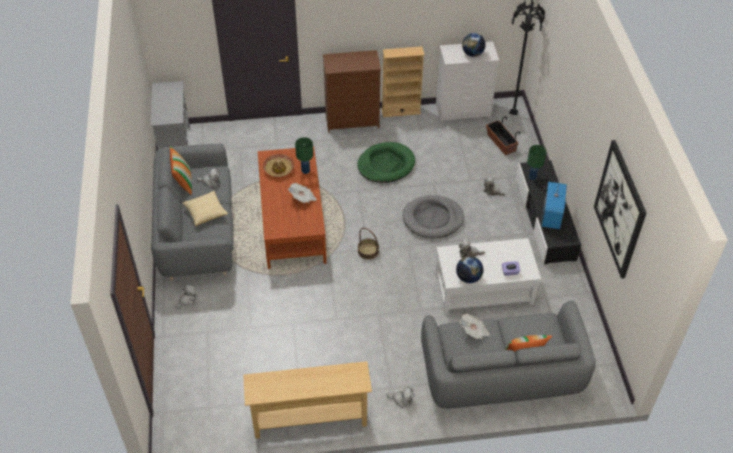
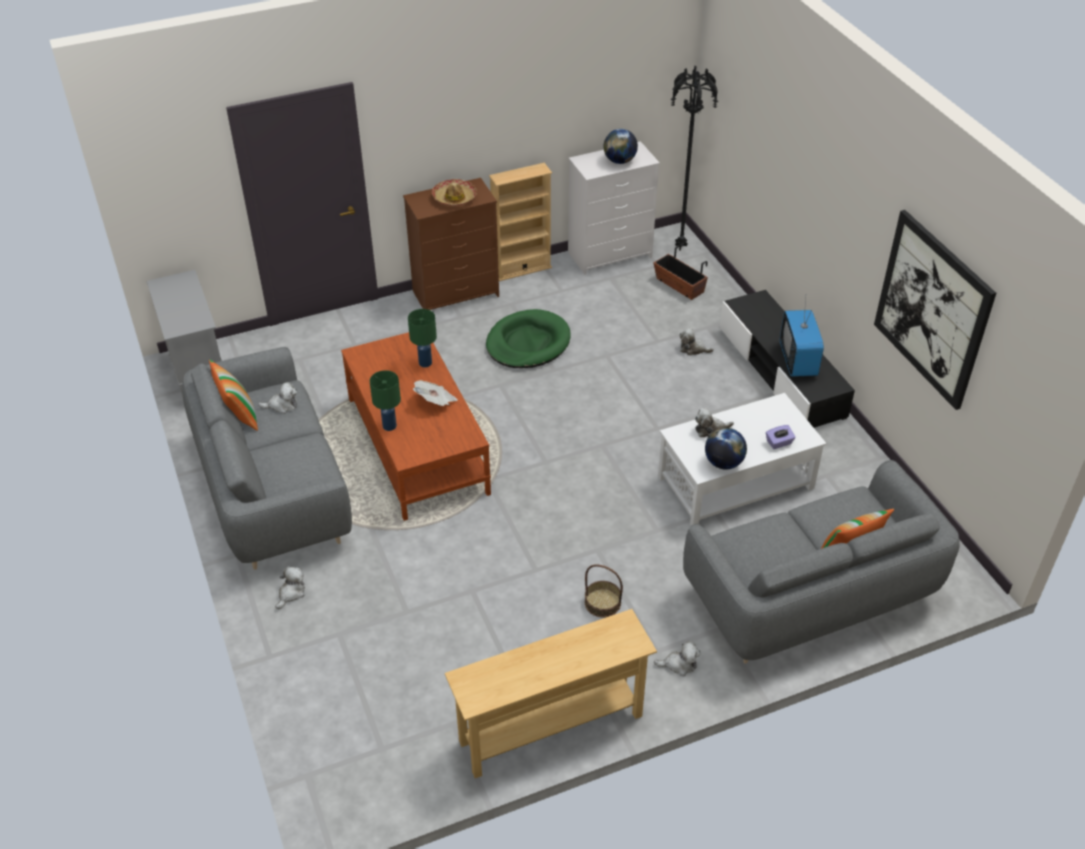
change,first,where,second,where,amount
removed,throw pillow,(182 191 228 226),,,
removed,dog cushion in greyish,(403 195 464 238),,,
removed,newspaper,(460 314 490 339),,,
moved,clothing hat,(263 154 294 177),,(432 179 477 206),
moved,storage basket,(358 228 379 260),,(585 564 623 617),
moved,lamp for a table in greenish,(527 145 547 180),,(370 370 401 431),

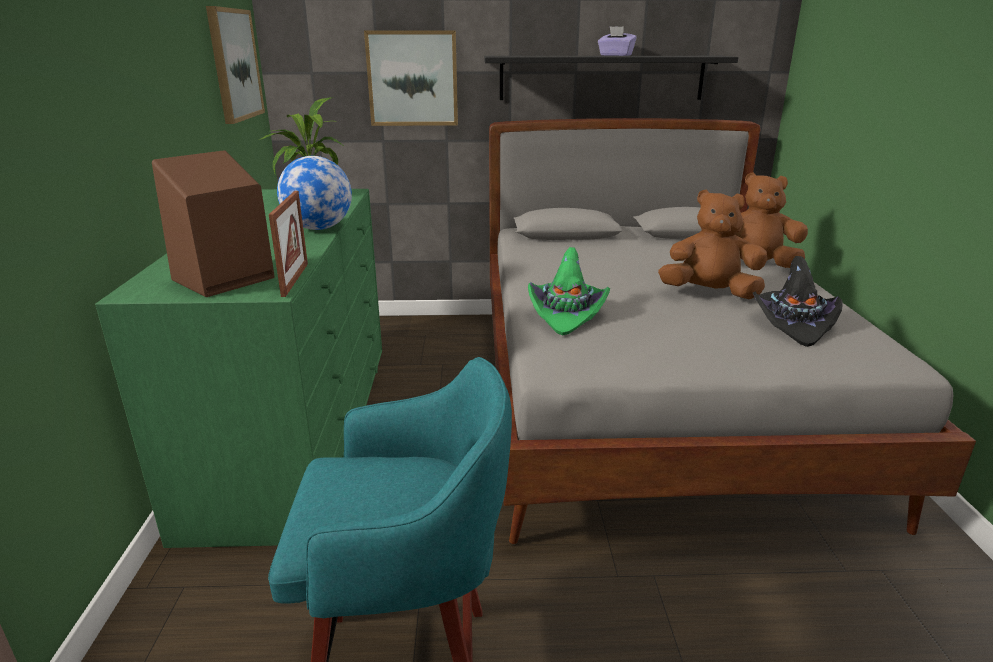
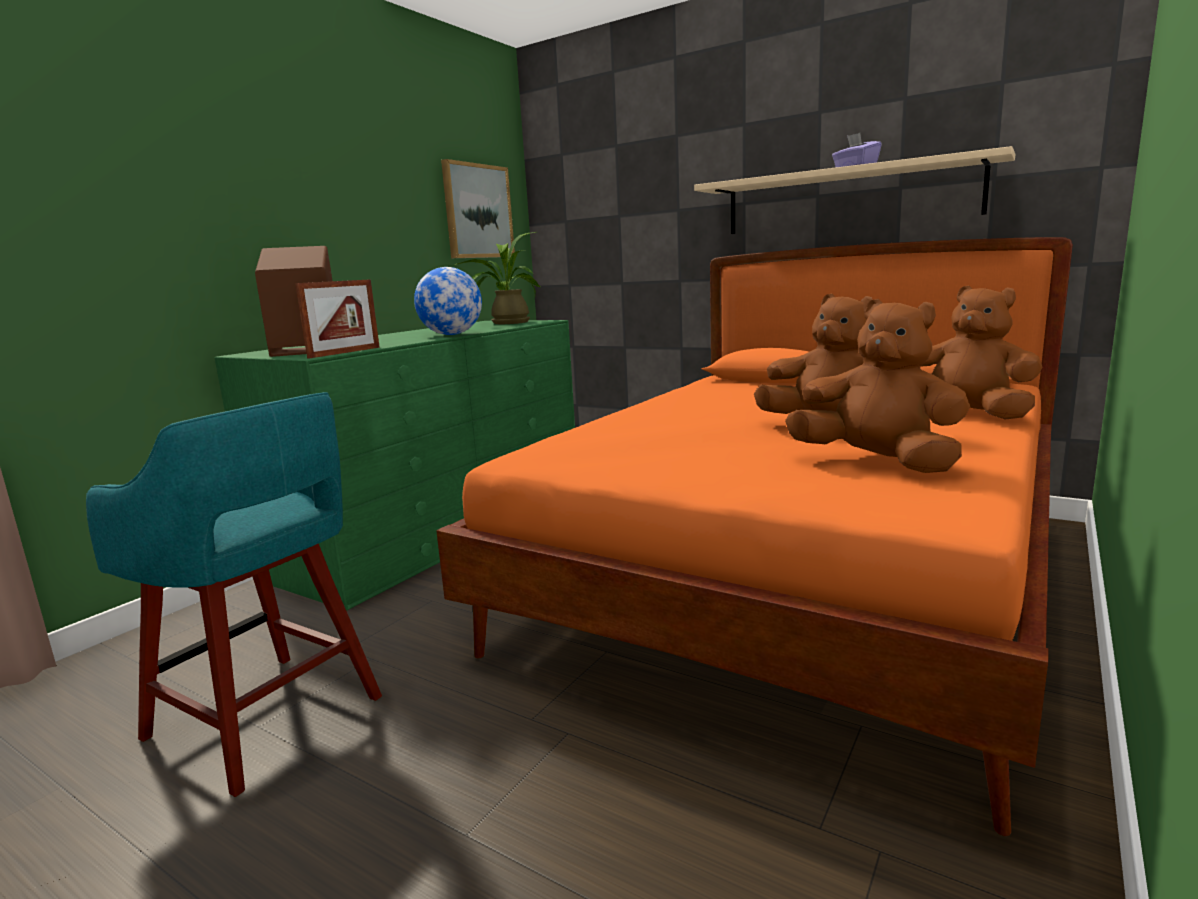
change,first,where,second,where,amount
removed,picture,(364 30 458 126),,,
removed,clothing hat in greenish,(528 247 610 336),,,
replaced,clothing hat in black-coloured,(753 256 843 347),plush toy in brownish,(785 299 970 473),
recoloured,wall shelf in black-coloured,(484 56 738 100),wall shelf in beige-coloured,(694 146 1015 234),
recoloured,sleeping bed in greyish,(489 118 976 544),sleeping bed in orange-coloured,(436 237 1073 836),

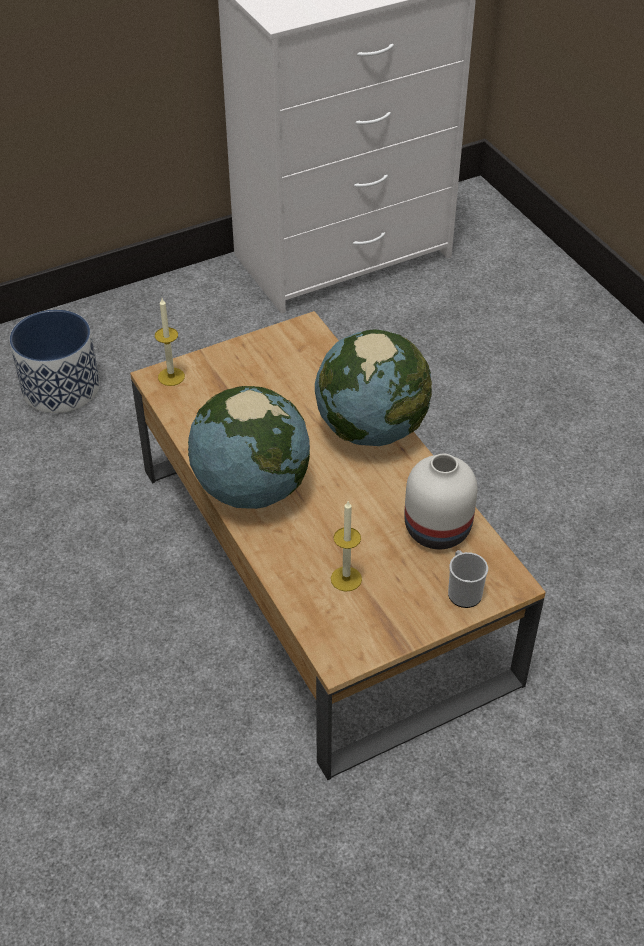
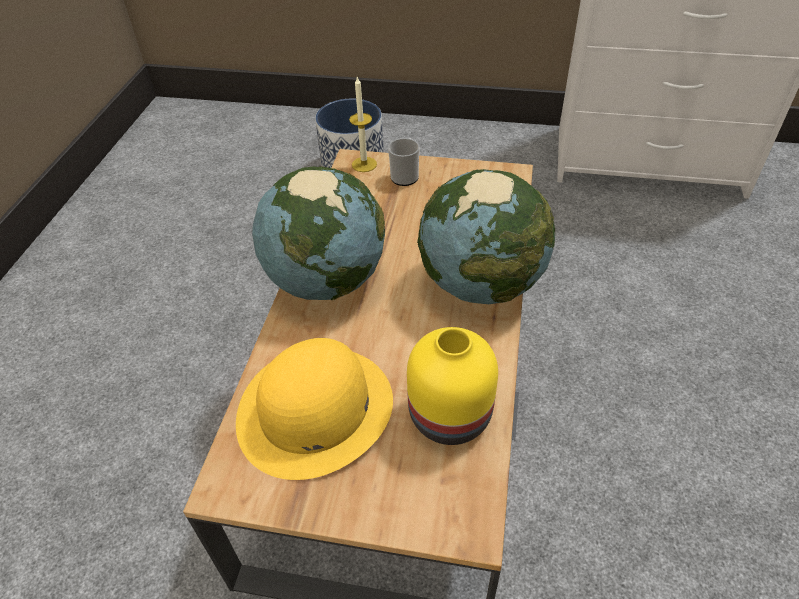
change,first,where,second,where,amount
moved,tea mug,(448 550 488 608),,(388 138 420 186),
replaced,wax candle,(331 501 362 592),clothing hat in yellow,(236 338 393 480),
recoloured,vase in whitish,(404 454 477 549),vase in yellow,(407 327 498 445),

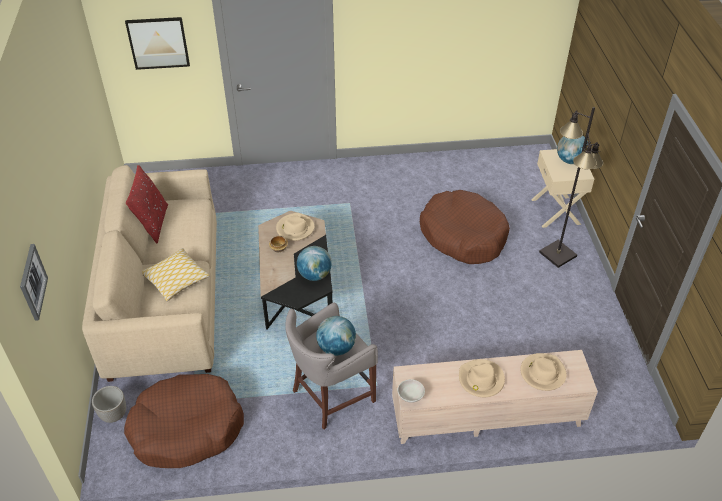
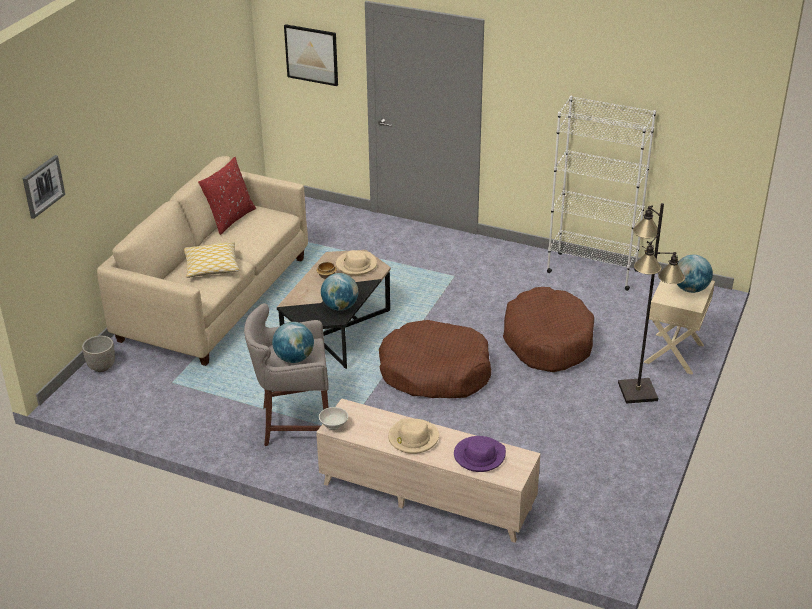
change,first,where,second,where,amount
added,,,bookshelf in whitish,(547 96 656 291),
moved,dog cushion in brownish,(124 374 244 468),,(379 320 491 398),
recoloured,clothing hat in beige-coloured,(521 353 566 391),clothing hat in purplish,(454 436 506 472),

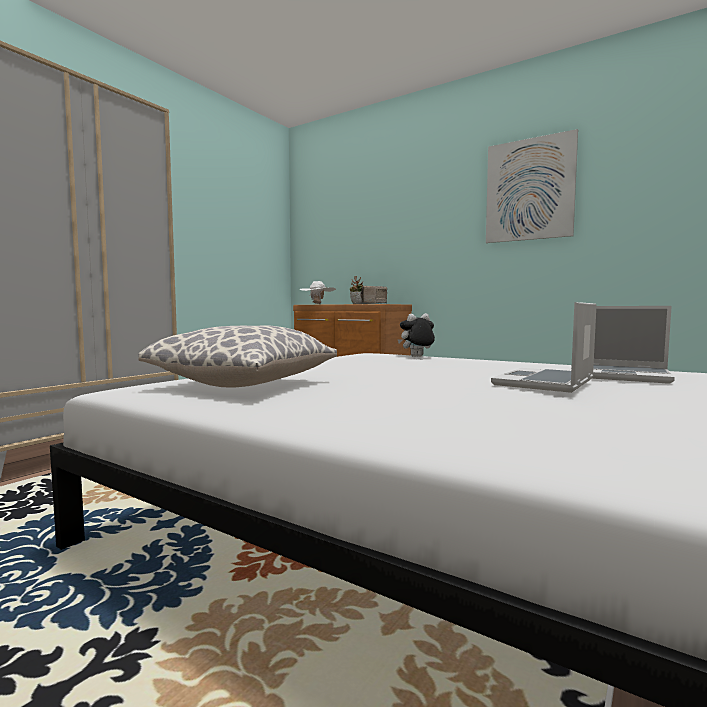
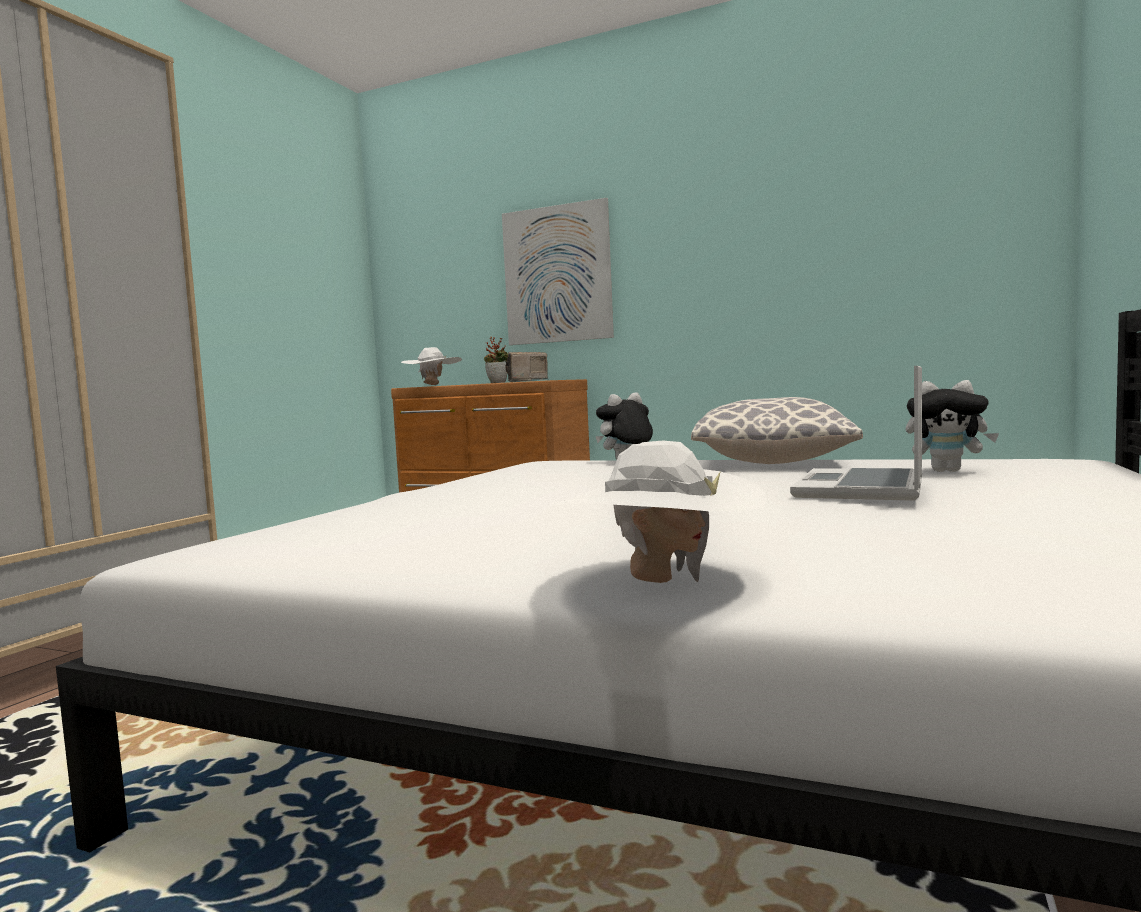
change,first,where,second,where,amount
added,,,clothing hat in whitish,(551 441 767 583),
moved,throw pillow,(138 326 337 388),,(691 397 863 464),
moved,picture,(486 129 578 243),,(502 198 614 345),
replaced,notebook computer,(568 306 675 384),plush toy,(906 380 999 472),

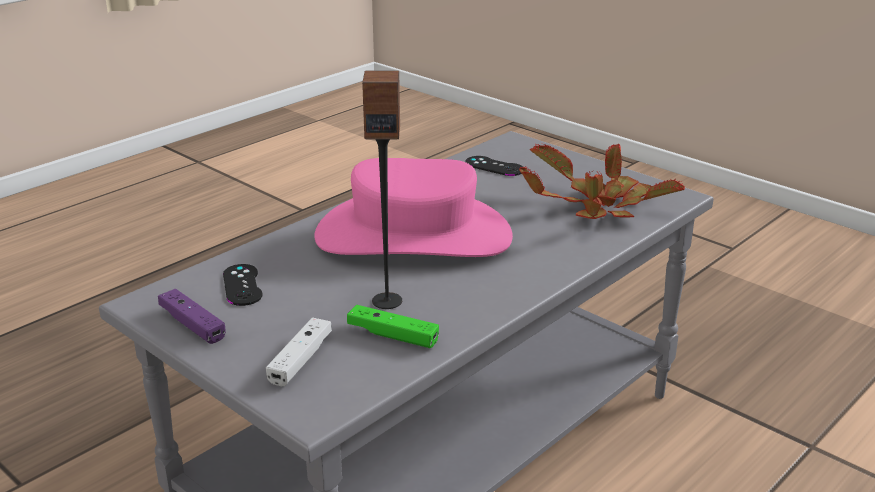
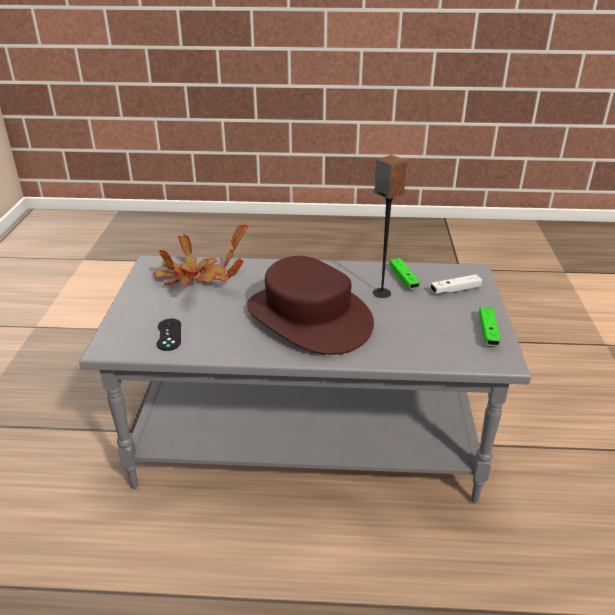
change,first,where,second,where,amount
removed,gamepad in black-coloured,(223 264 263 306),,,
recoloured,gamepad in purplish,(158 289 226 344),gamepad in greenish,(479 307 501 346),
recoloured,clothing hat in pink-coloured,(314 158 513 257),clothing hat in brownish,(247 256 374 355),

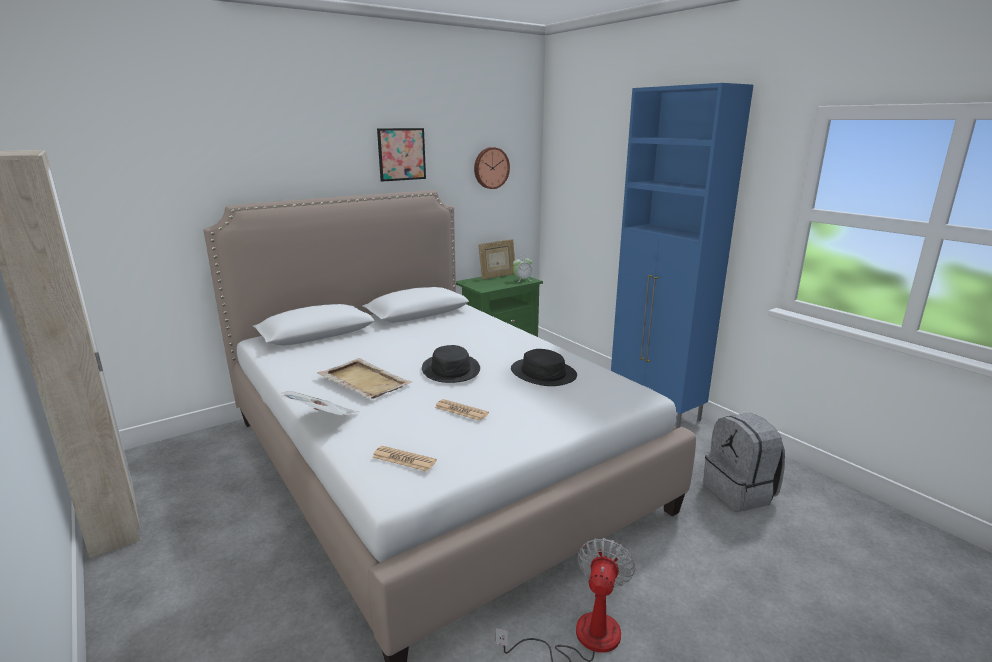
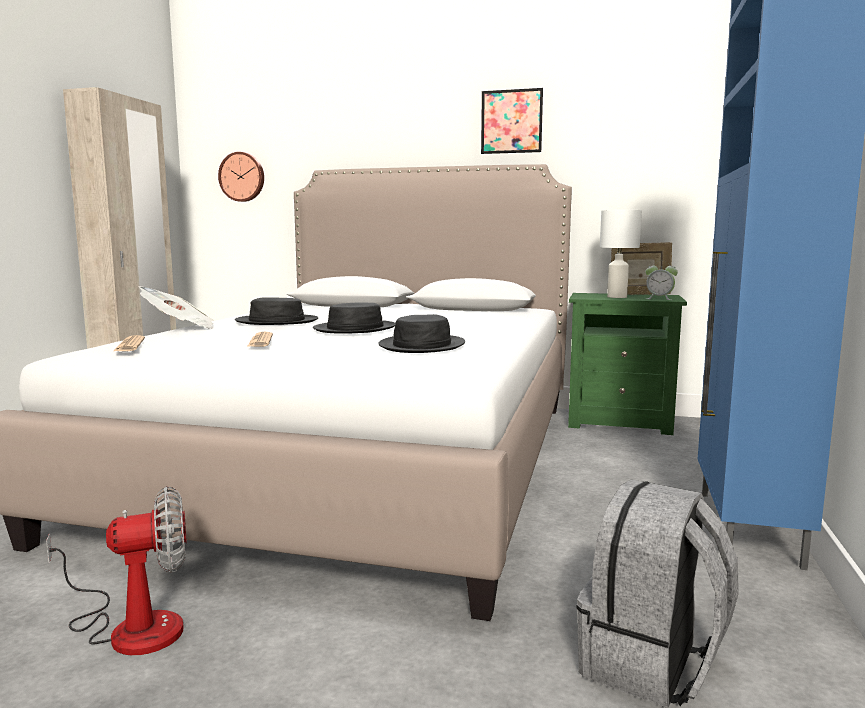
change,first,where,second,where,amount
added,,,lamp for a table in whitish,(600 210 642 298),
moved,hanging clock,(474 147 510 189),,(218 152 264 202),
replaced,tray in beige-coloured,(317 358 413 399),clothing hat in black-coloured,(235 297 318 325),

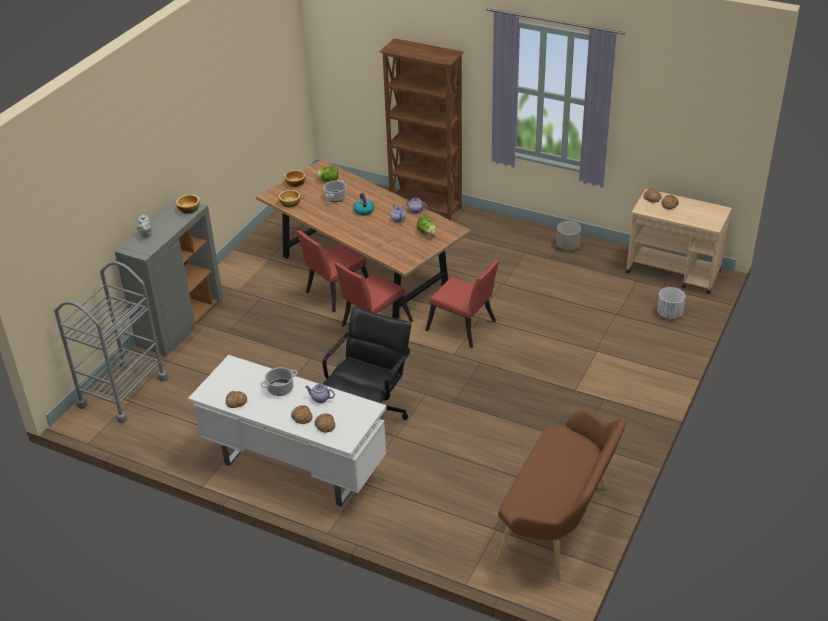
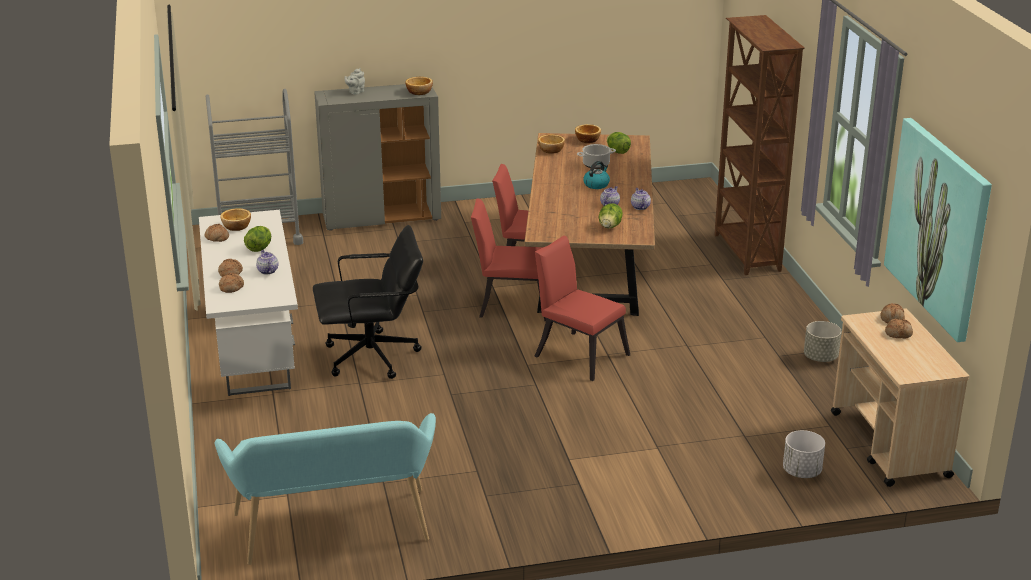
change,first,where,second,where,amount
added,,,deep dish,(220 208 251 231),
added,,,picture,(884 118 992 342),
replaced,cooking pot,(260 367 298 396),lettuce head,(244 226 271 252),
recoloured,long seat in brownish,(495 408 627 582),long seat in blue-green,(215 413 436 565),
turned,upright chair in reddish,(425 260 499 348),,(534 235 630 381),135 degrees clockwise

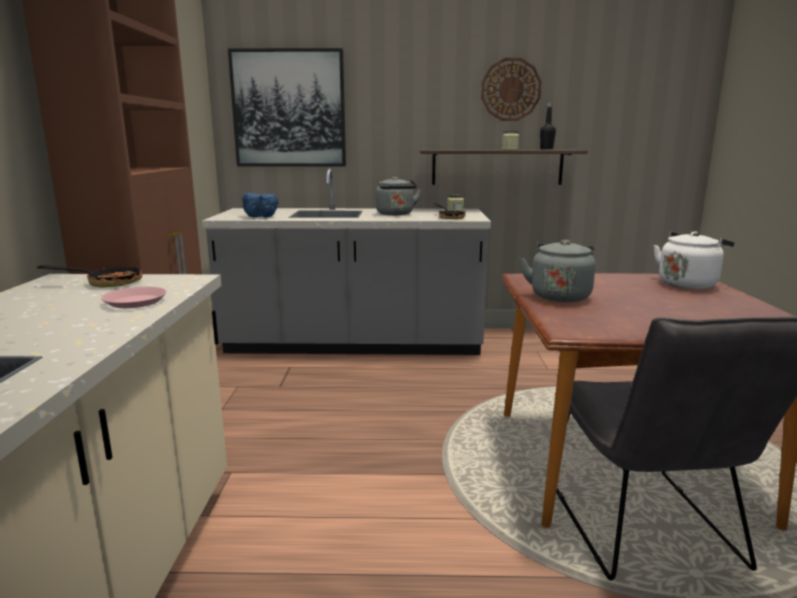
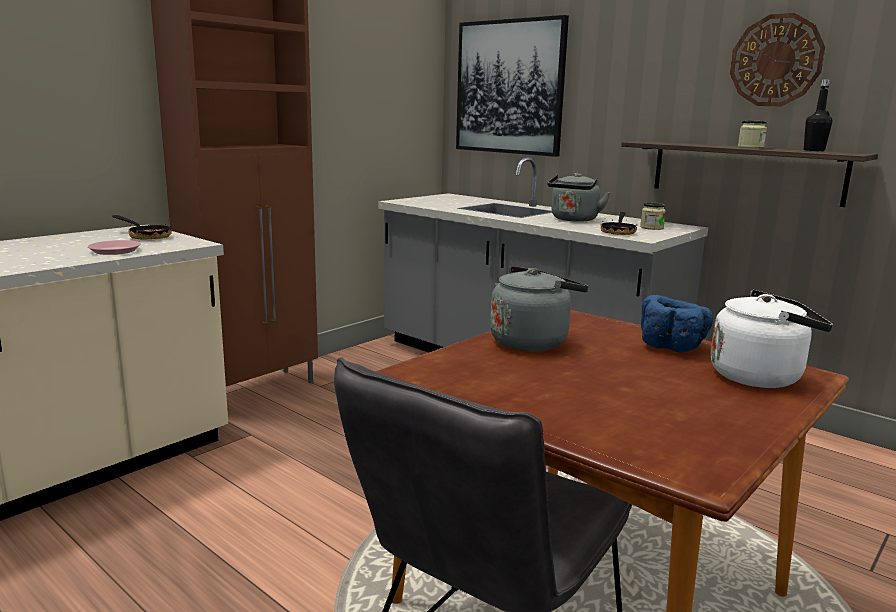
change,first,where,second,where,amount
moved,deep dish in blue-coloured,(242 193 278 217),,(641 295 713 352),

